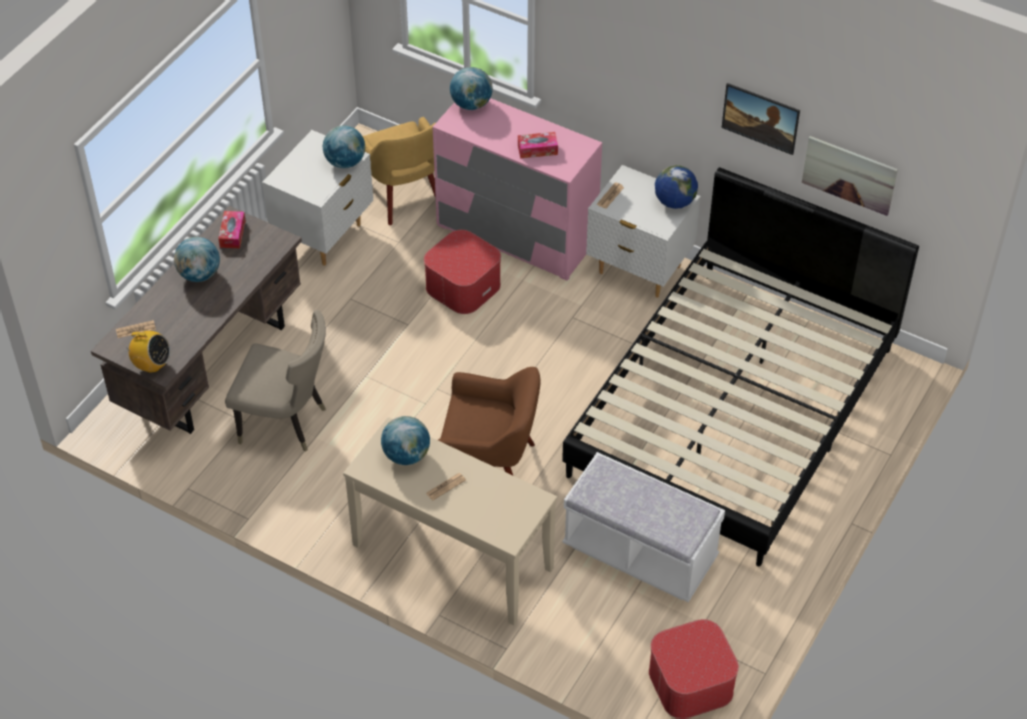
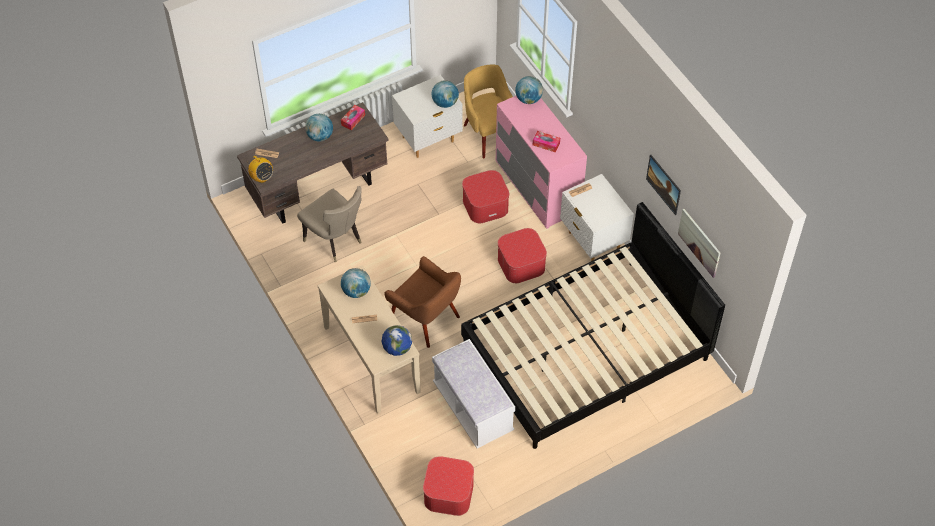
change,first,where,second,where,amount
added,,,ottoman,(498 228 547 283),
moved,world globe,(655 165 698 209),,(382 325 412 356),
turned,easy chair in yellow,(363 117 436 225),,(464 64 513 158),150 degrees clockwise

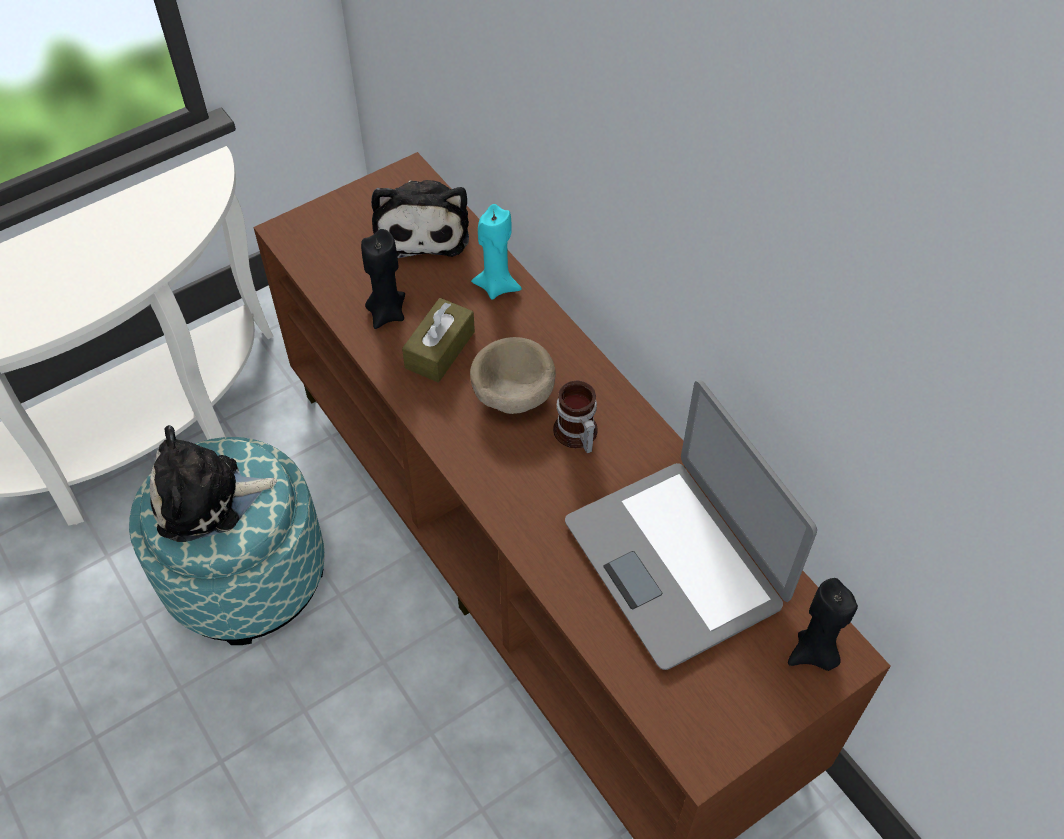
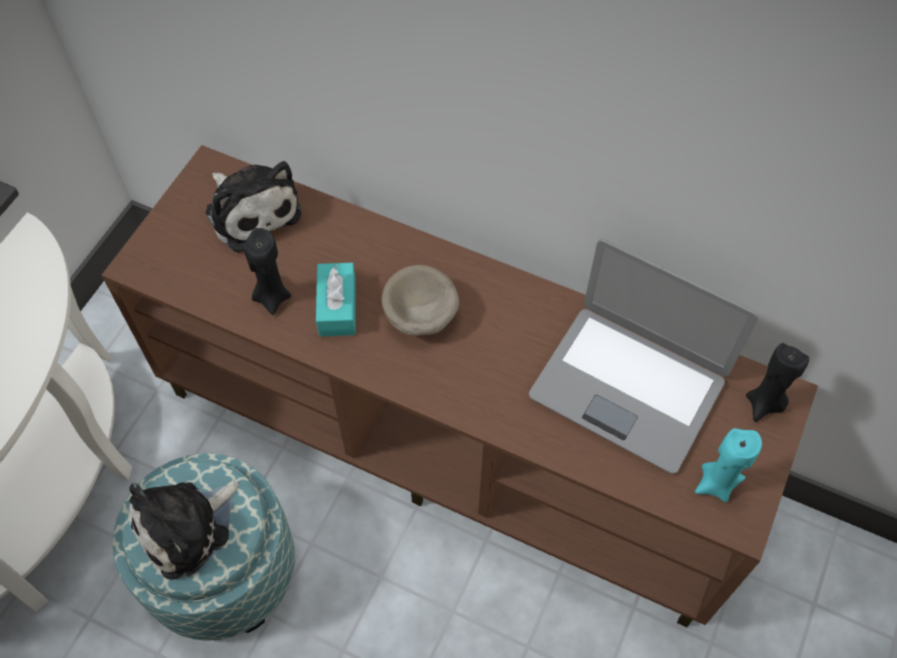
change,first,where,second,where,amount
removed,tea mug,(553 381 598 453),,,
moved,wax candle in blue-green,(471 204 522 300),,(695 428 762 502),
recoloured,tissue box in brownish,(402 298 475 382),tissue box in blue-green,(316 263 356 336),

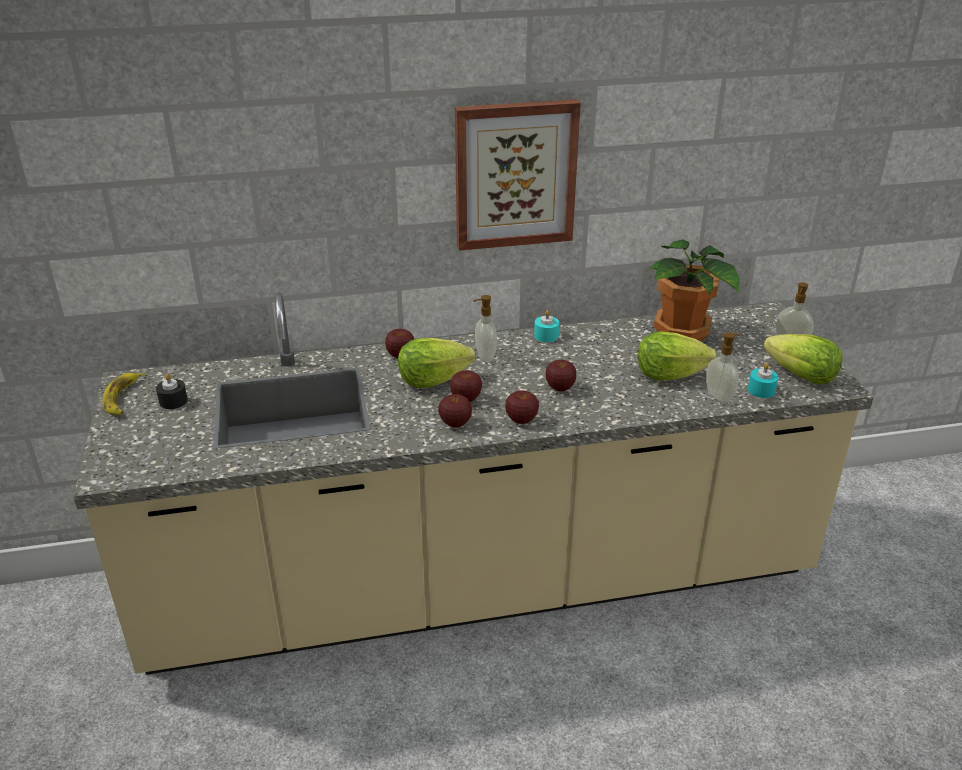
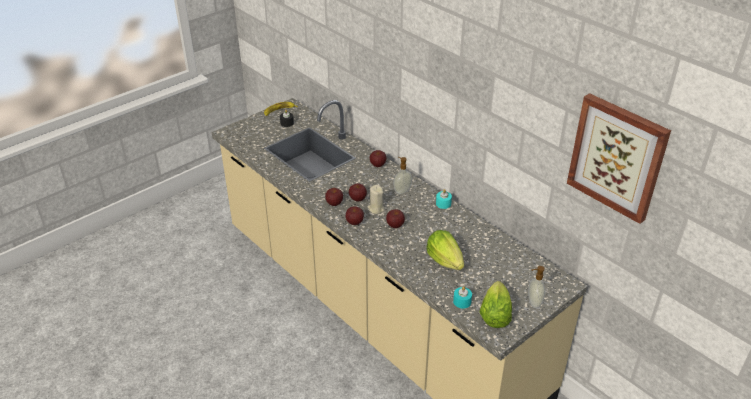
change,first,where,second,where,amount
removed,lettuce head,(398 338 475 388),,,
removed,plant in a pot,(648 239 740 341),,,
removed,soap dispenser,(706 332 740 402),,,
added,,,wax candle in beige-coloured,(367 185 385 214),
moved,picture,(455 99 581 251),,(567 93 671 224),

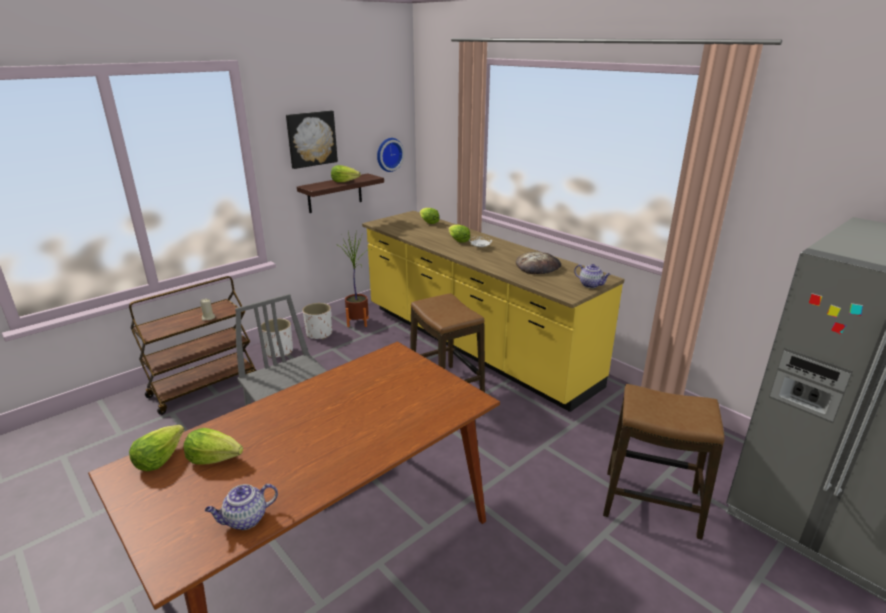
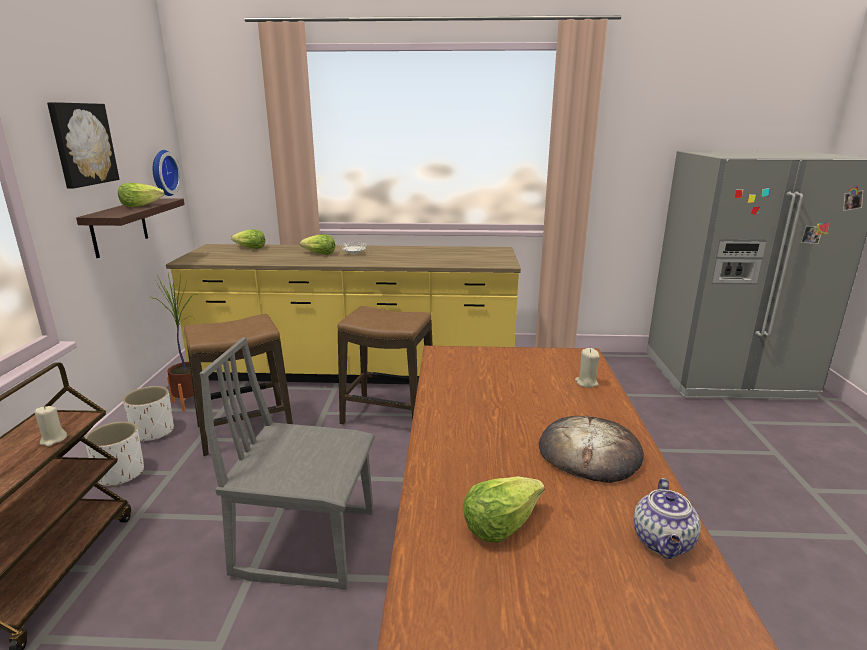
change,first,where,second,where,amount
removed,lettuce head,(129 425 184 471),,,
removed,tea pot,(574 264 611 288),,,
added,,,wax candle in beige-coloured,(575 348 600 388),
moved,baked bread,(516 252 561 274),,(539 415 644 483),
moved,sitting stool,(603 384 725 540),,(184 314 293 456),

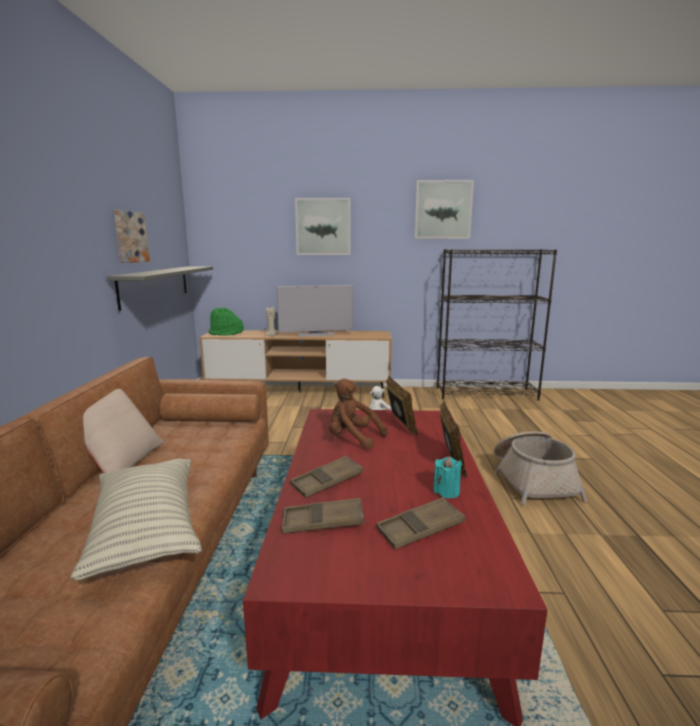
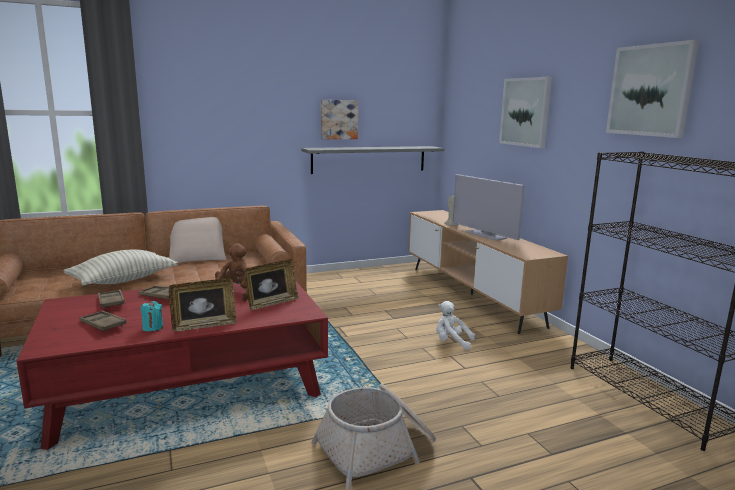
change,first,where,second,where,amount
removed,clothing hat in greenish,(208 308 243 336),,,

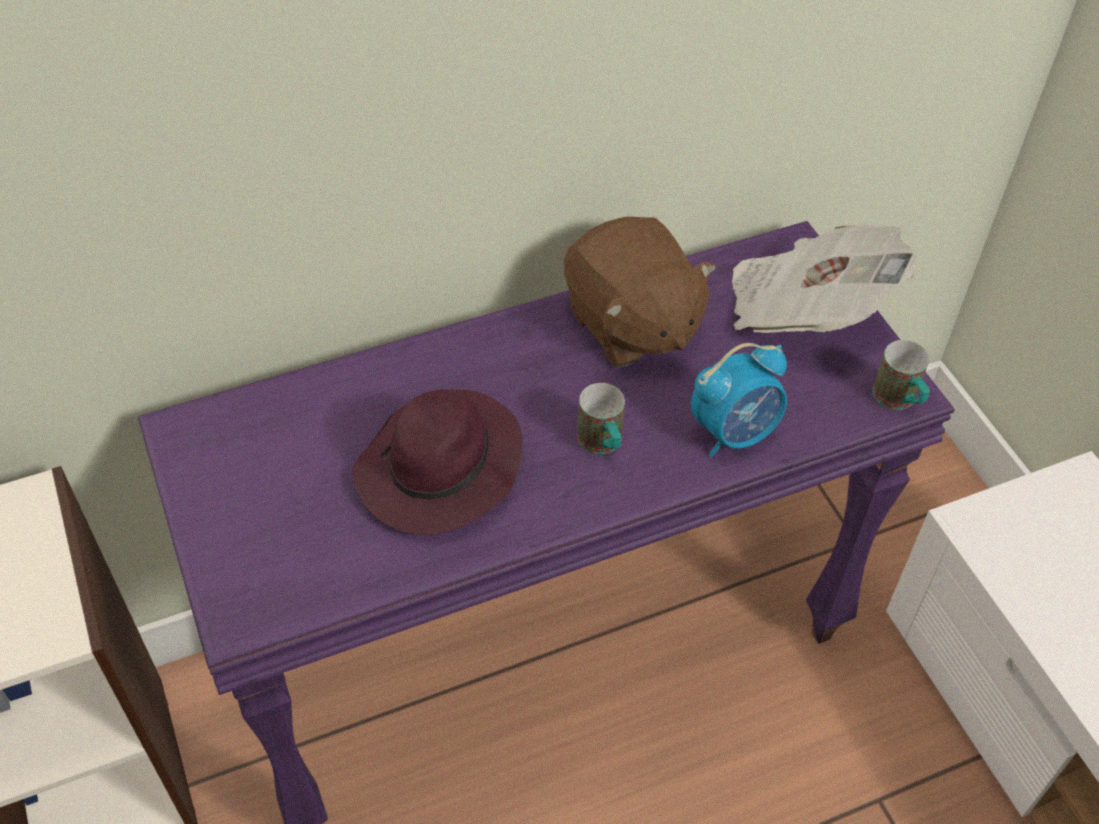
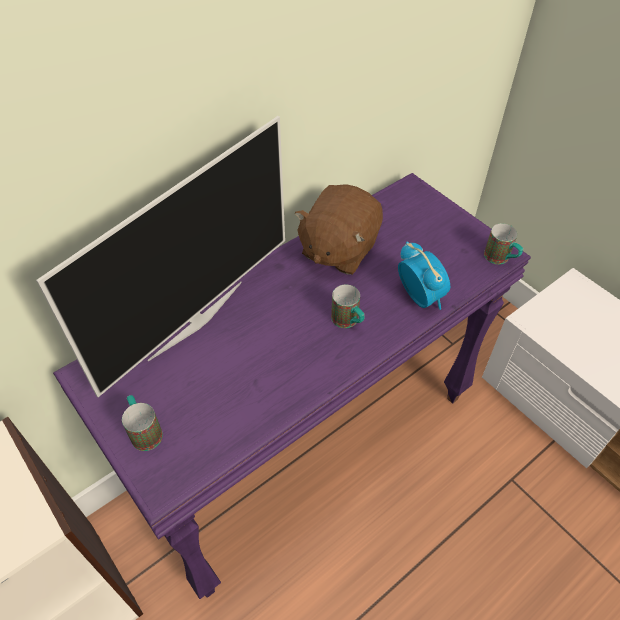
change,first,where,second,where,amount
removed,clothing hat in purplish,(352 389 522 535),,,
removed,newspaper,(732 225 917 333),,,
added,,,television,(36 116 285 397),
added,,,tea mug,(122 395 163 451),
turned,plush toy in brownish,(564 217 717 367),,(294 184 383 275),75 degrees clockwise
turned,alarm clock,(691 343 787 457),,(398 241 450 310),75 degrees counterclockwise

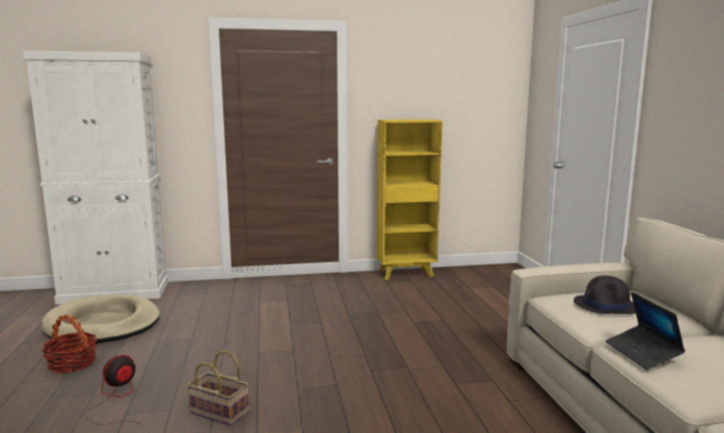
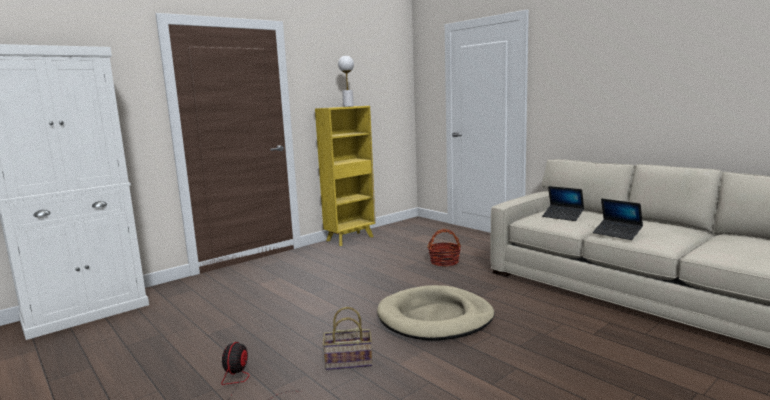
change,first,where,second,where,amount
added,,,lamp for a table in whitish,(338 56 354 107),
moved,dog cushion in beige-coloured,(41 294 160 344),,(377 285 495 341),
moved,storage basket,(42 315 97 373),,(427 229 461 266),
replaced,clothing hat in black-coloured,(574 276 636 314),notebook computer,(542 186 584 221),

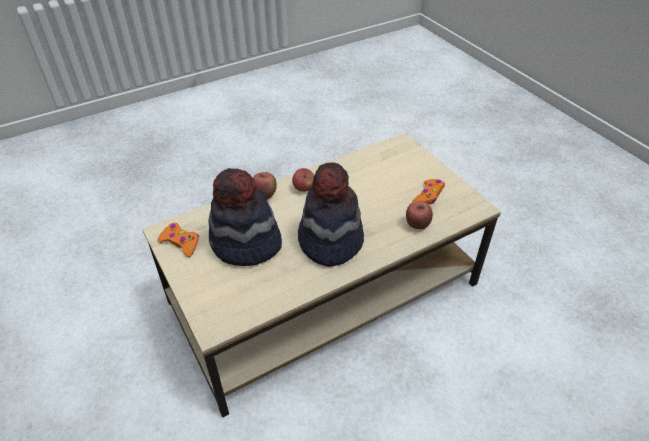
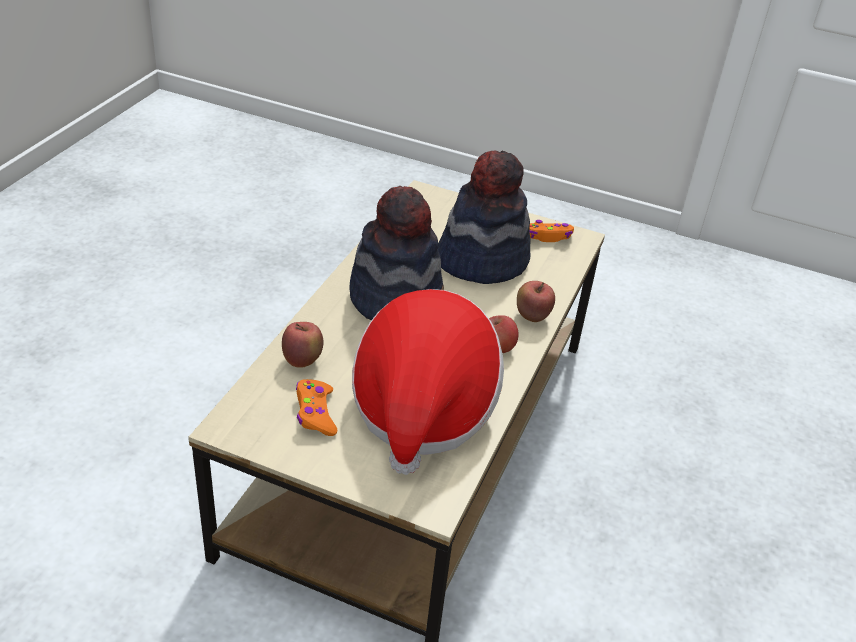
change,first,where,second,where,amount
added,,,clothing hat,(352 289 504 475),

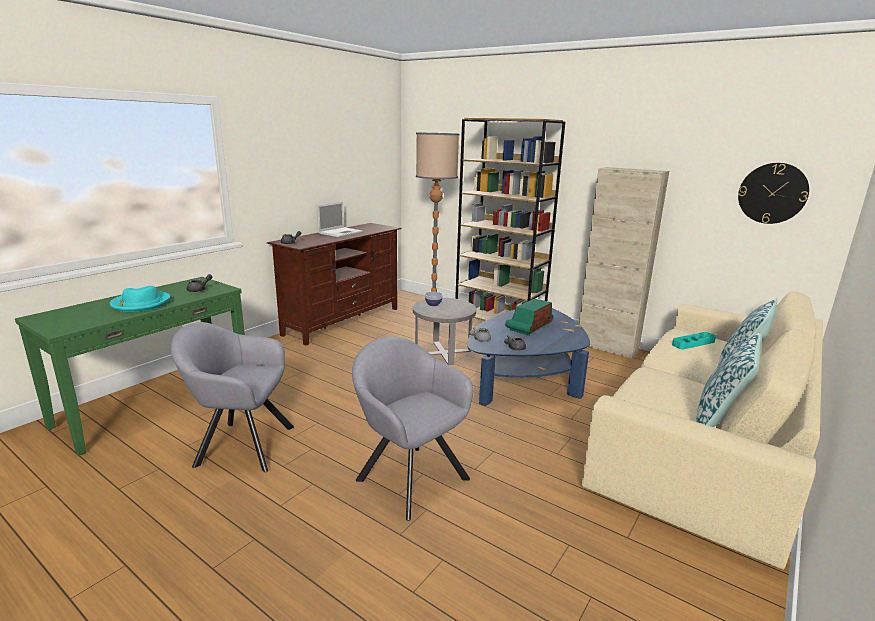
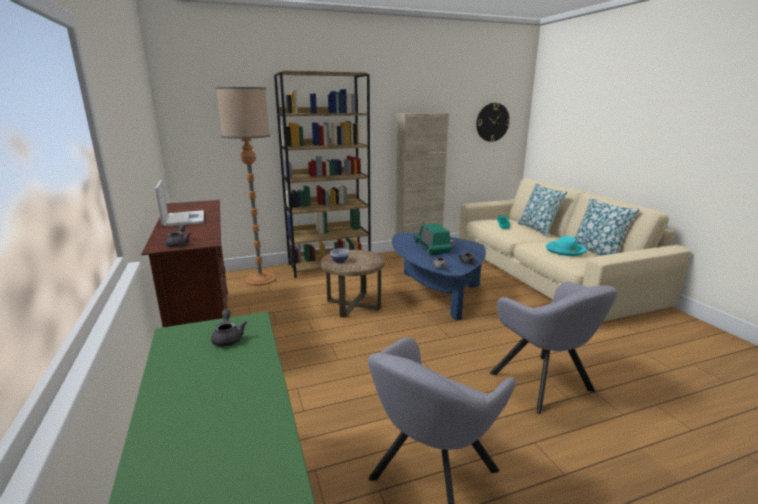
change,first,where,second,where,amount
moved,clothing hat in blue-green,(110 286 170 312),,(546 236 587 256),
recoloured,end table in greyish,(413 298 476 365),end table in brownish,(321 250 385 318),
turned,easy chair in greyish,(352 337 473 521),,(490 282 618 414),105 degrees counterclockwise

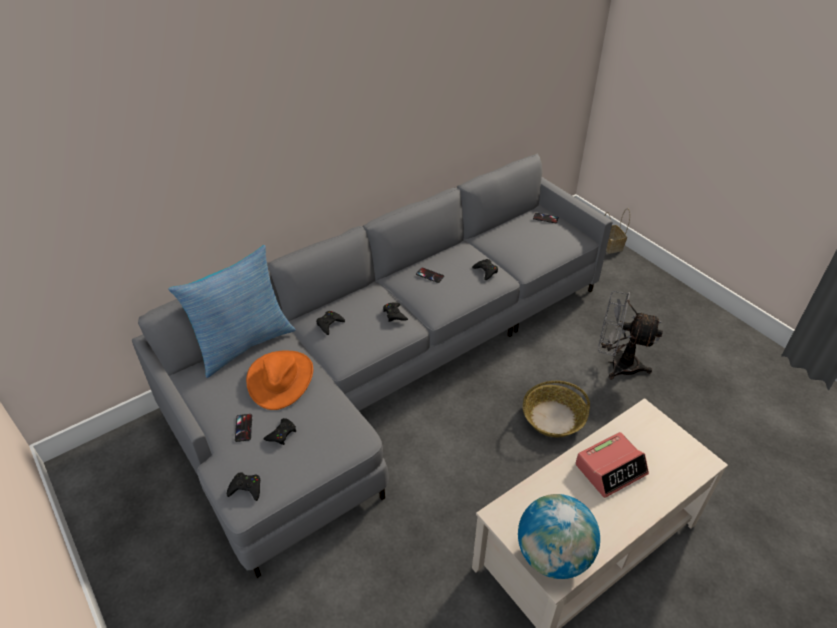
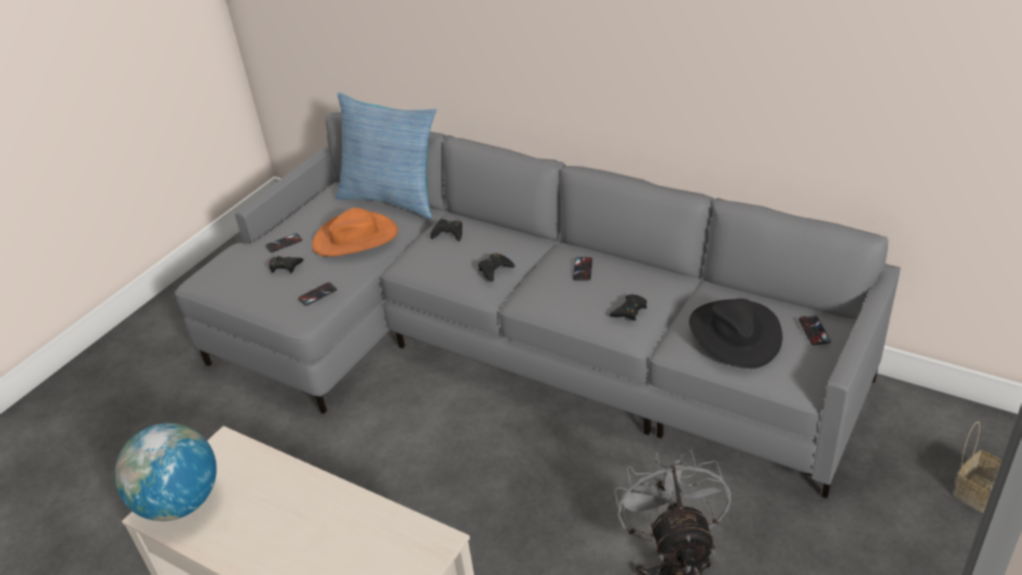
change,first,where,second,where,amount
removed,gamepad in black-coloured,(227 472 260 501),,,
removed,storage basket,(523 381 590 437),,,
removed,alarm clock,(575 432 649 498),,,
added,,,handset,(298 282 337 306),
added,,,clothing hat in black-coloured,(689 298 782 369),

